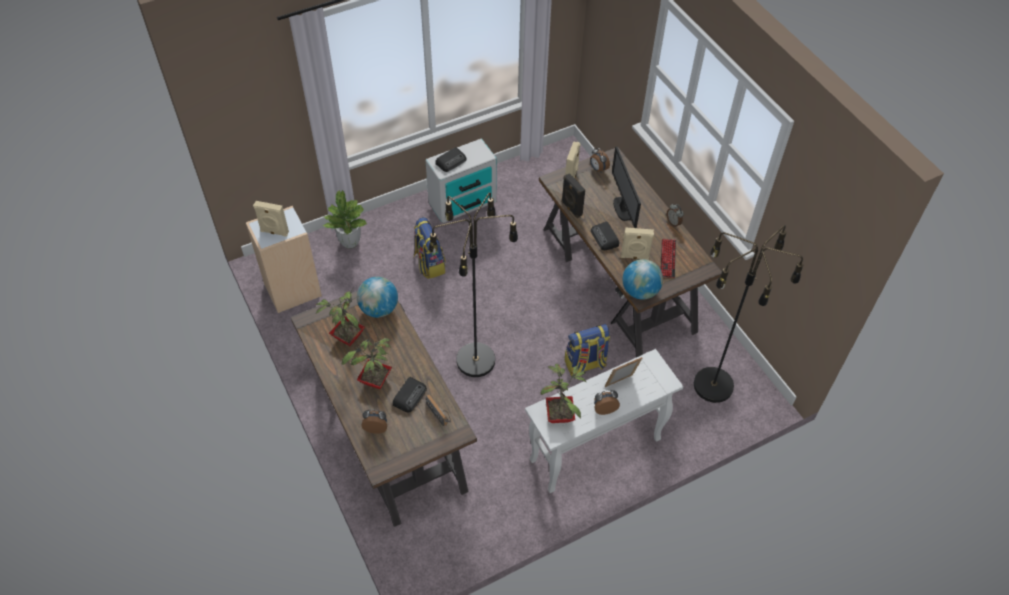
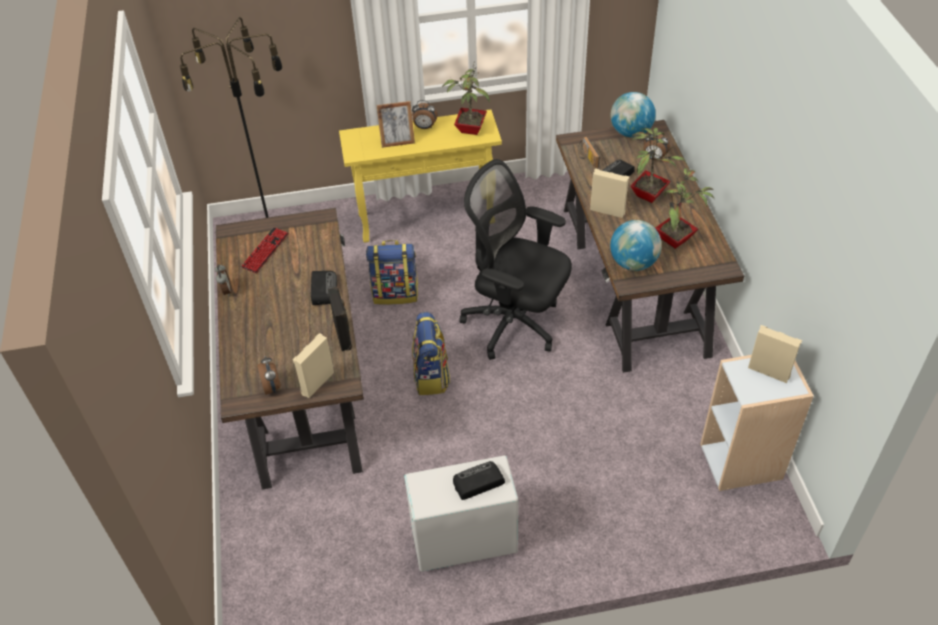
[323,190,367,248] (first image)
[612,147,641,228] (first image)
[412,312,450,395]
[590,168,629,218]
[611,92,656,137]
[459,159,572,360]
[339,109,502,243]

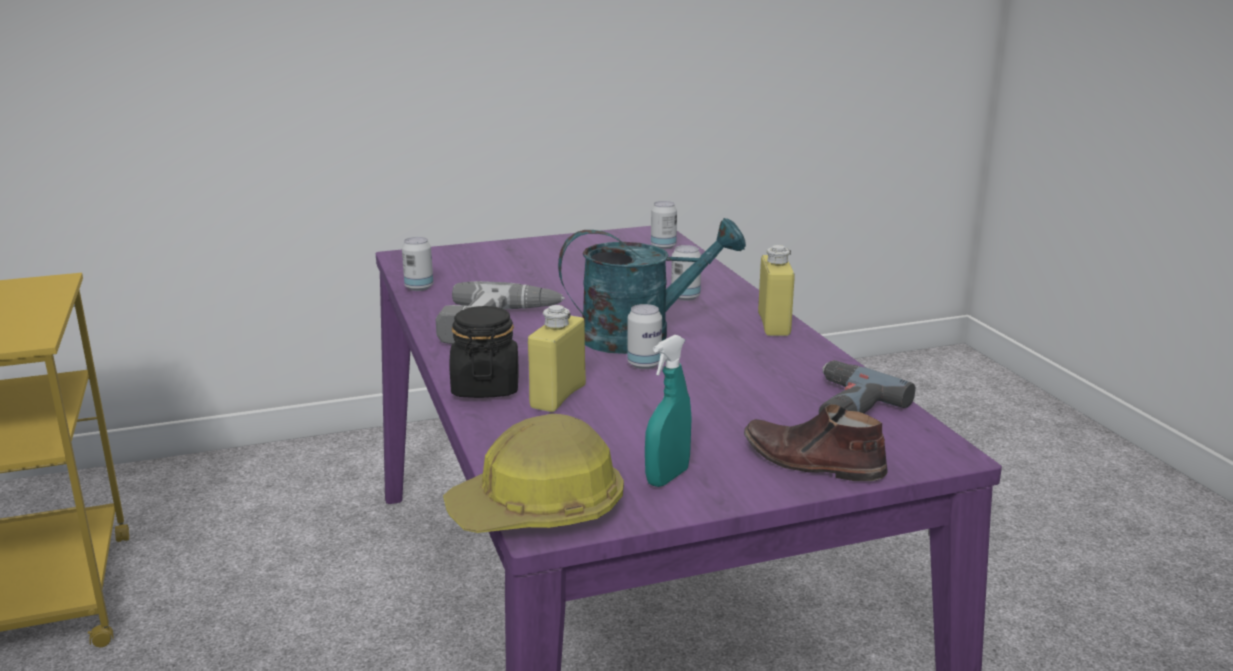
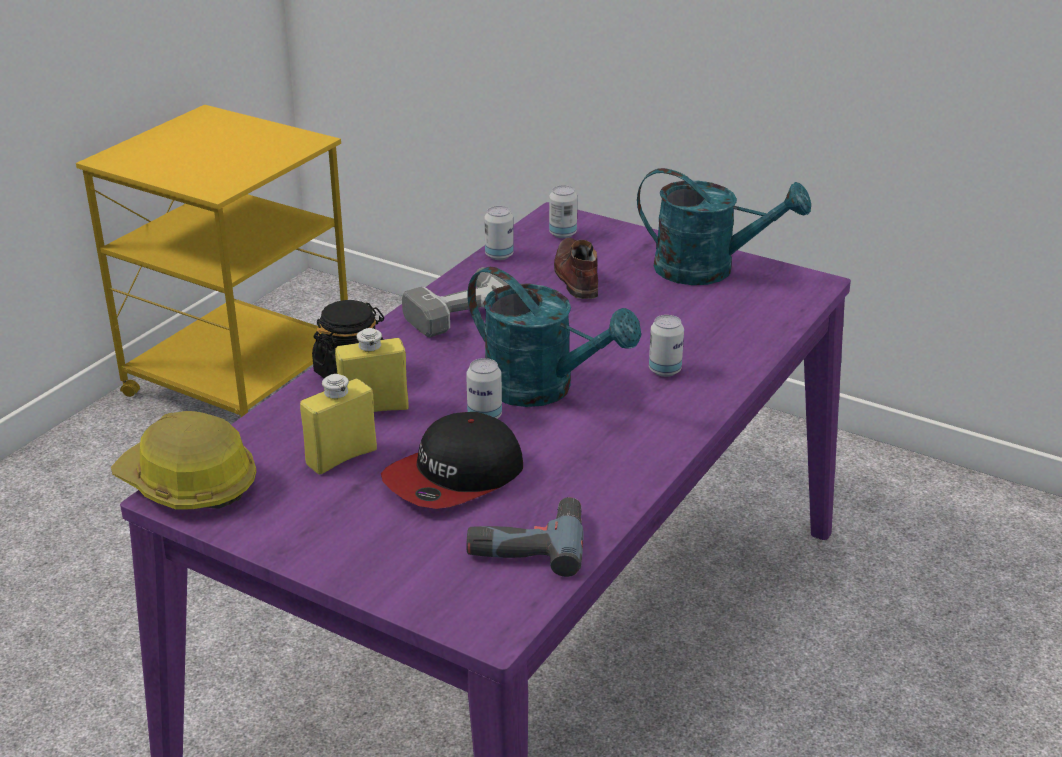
[645,335,692,487] (first image)
[381,412,523,509]
[637,168,811,285]
[549,185,577,238]
[554,238,598,299]
[300,374,377,475]

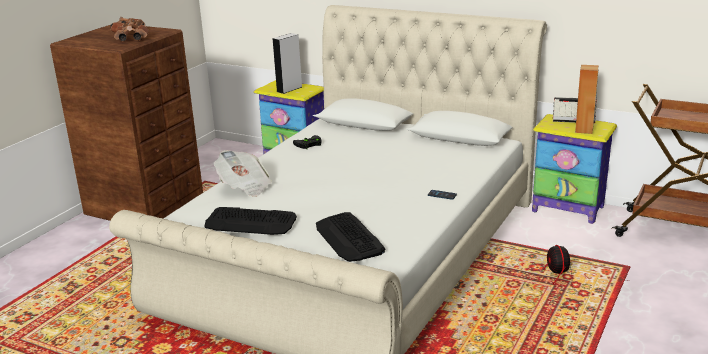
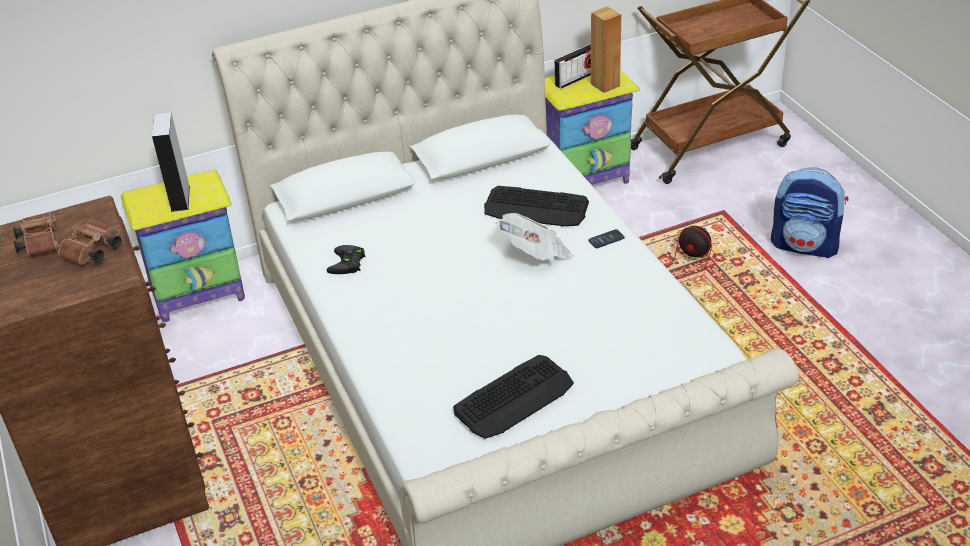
[771,168,848,258]
[496,213,574,261]
[484,186,589,226]

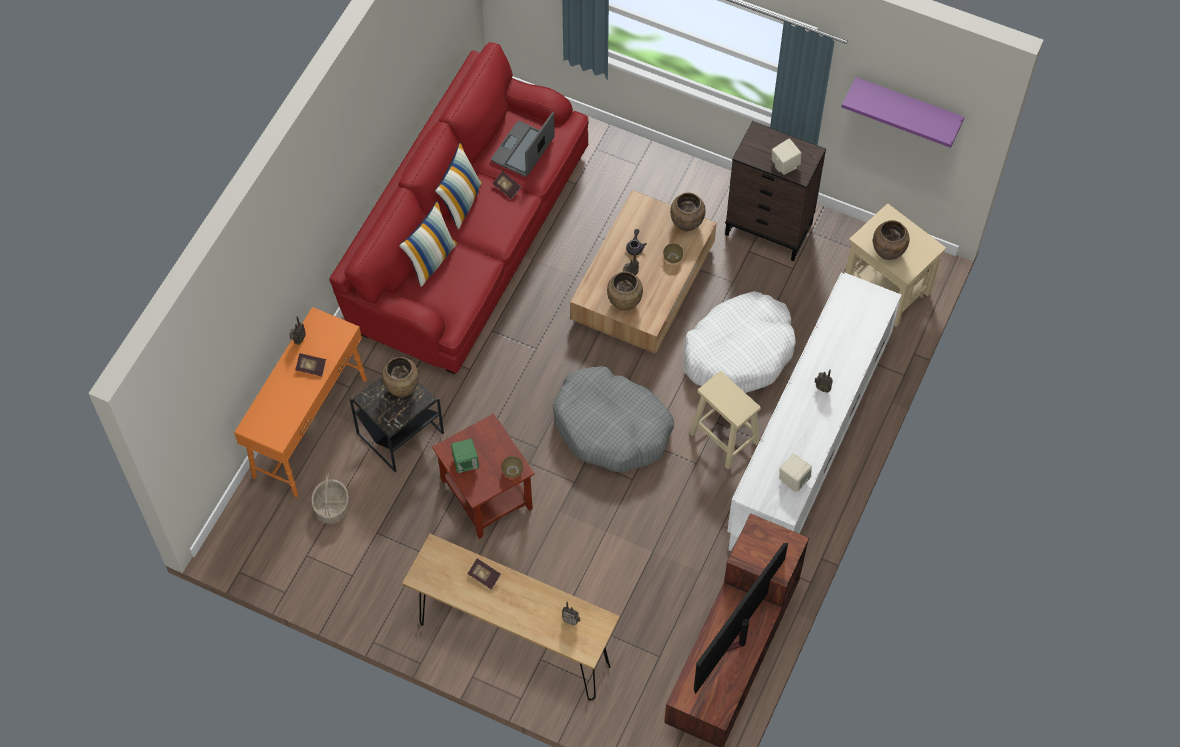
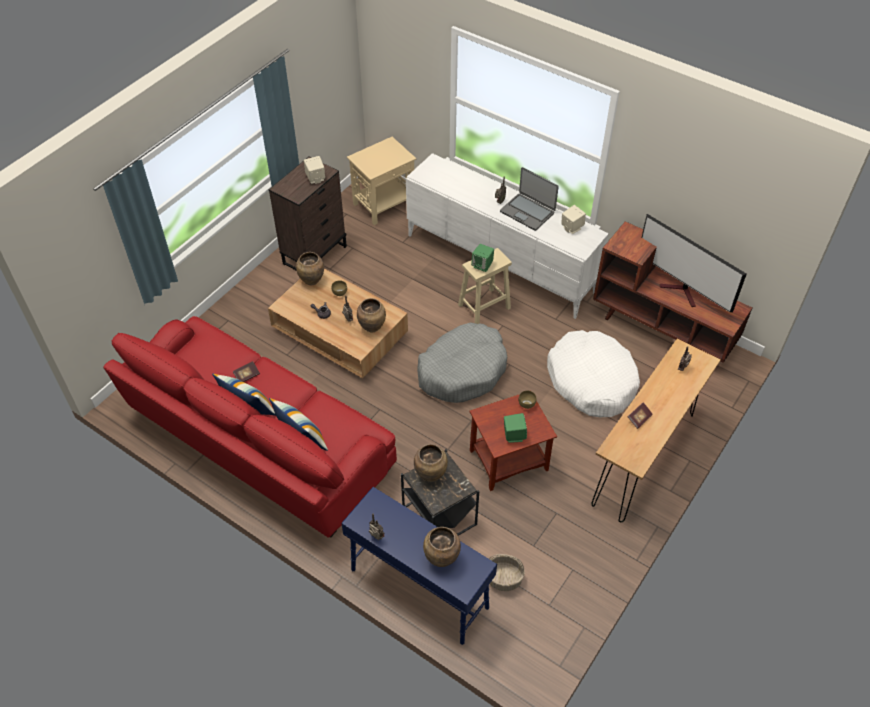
[295,353,326,376] (first image)
[841,77,965,148] (first image)
[471,244,494,272]
[500,167,559,231]
[547,330,640,417]
[423,527,461,567]
[341,487,497,645]

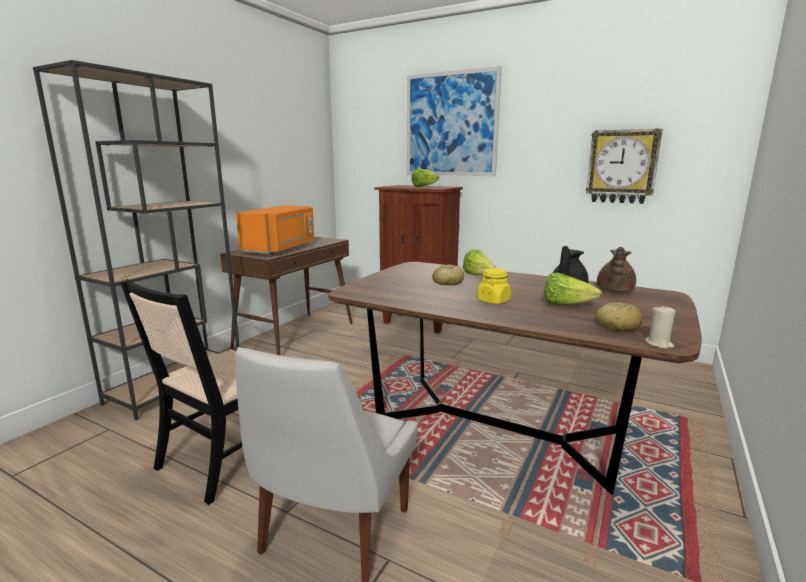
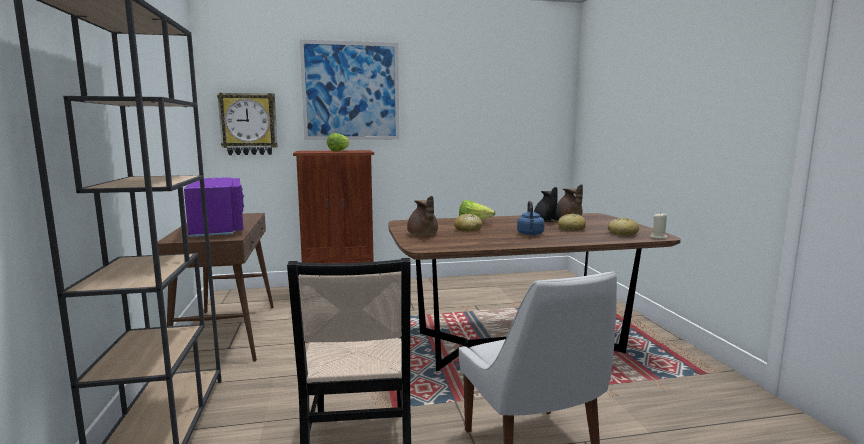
[407,196,438,236]
[217,93,278,155]
[517,201,545,235]
[558,214,586,231]
[184,177,245,238]

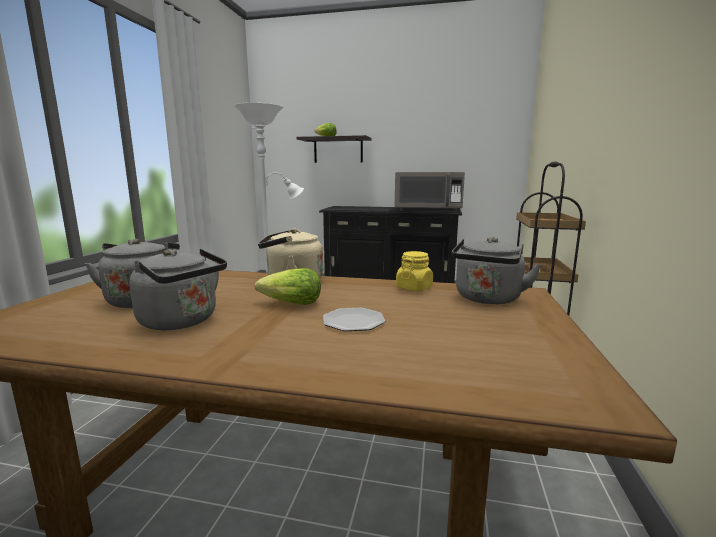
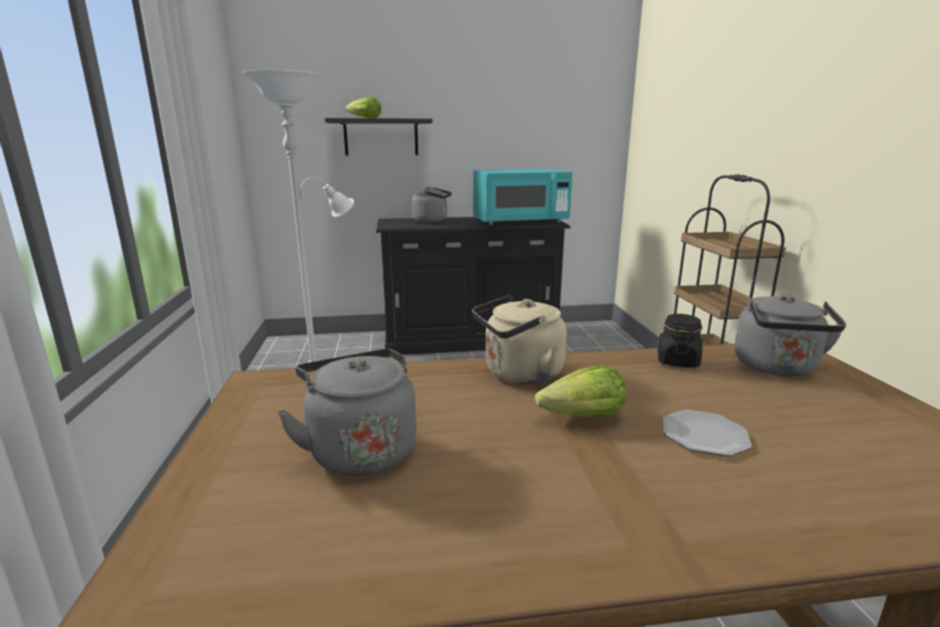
[412,187,452,223]
[473,169,572,225]
[658,314,703,368]

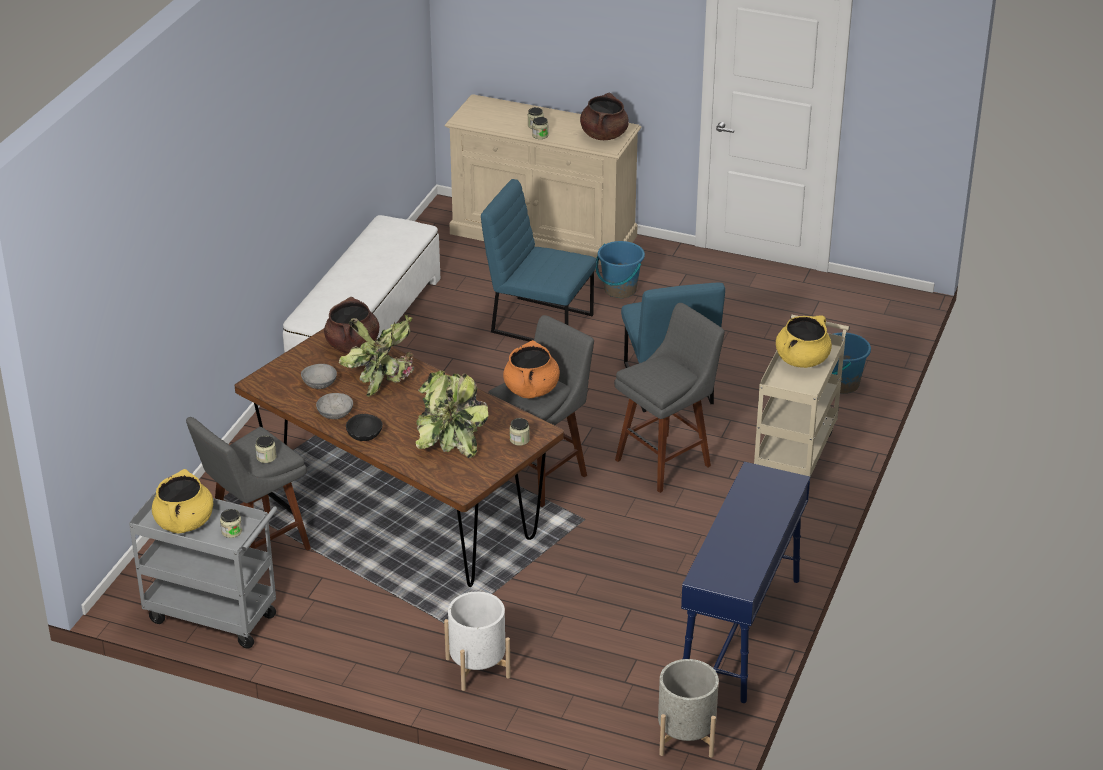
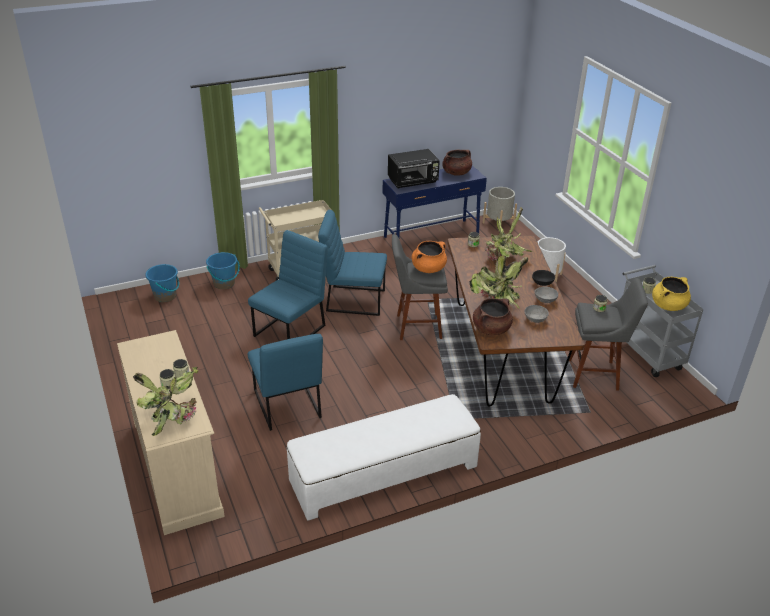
[776,315,832,368] (first image)
[133,367,198,436]
[388,149,440,188]
[442,150,472,176]
[145,264,179,302]
[318,210,387,316]

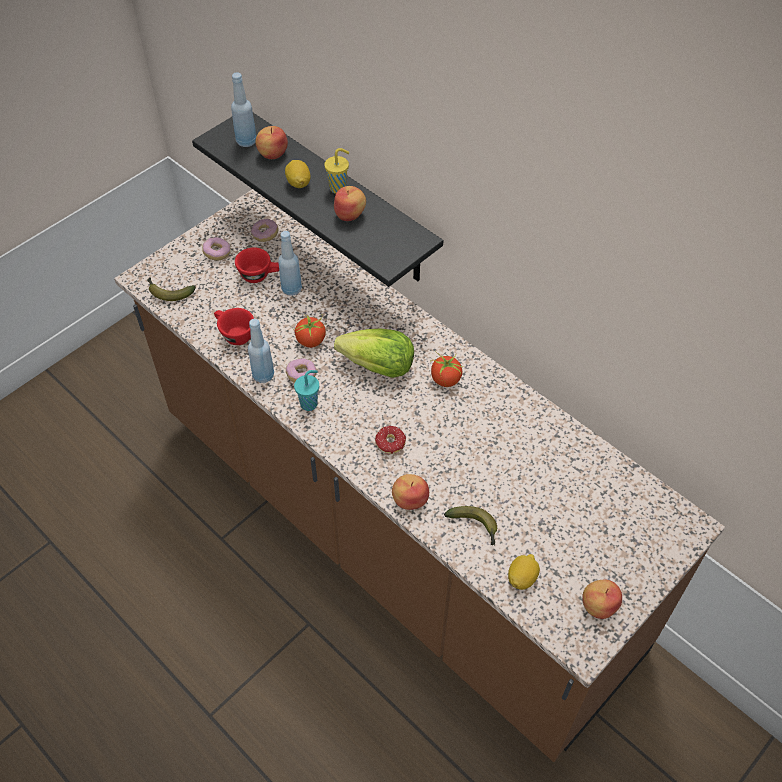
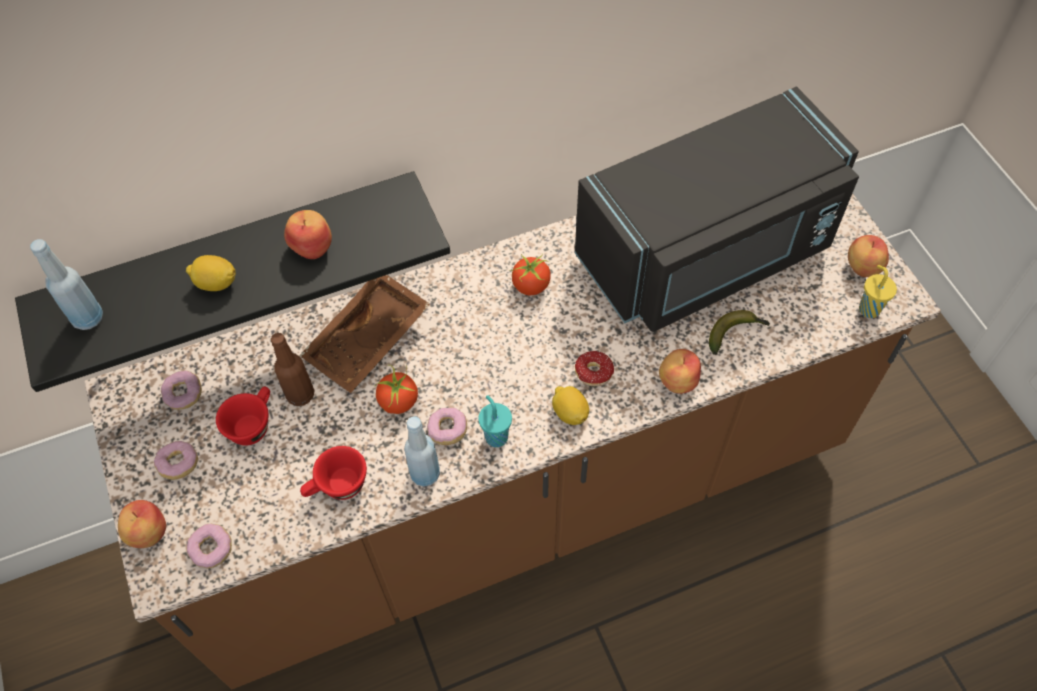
[334,328,414,378] (first image)
[300,275,430,393]
[575,87,859,332]
[118,500,166,548]
[859,265,897,318]
[552,386,589,425]
[187,524,232,569]
[271,333,315,406]

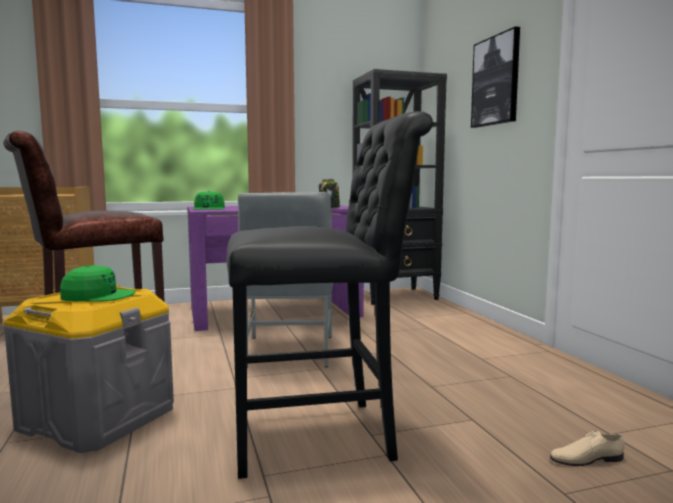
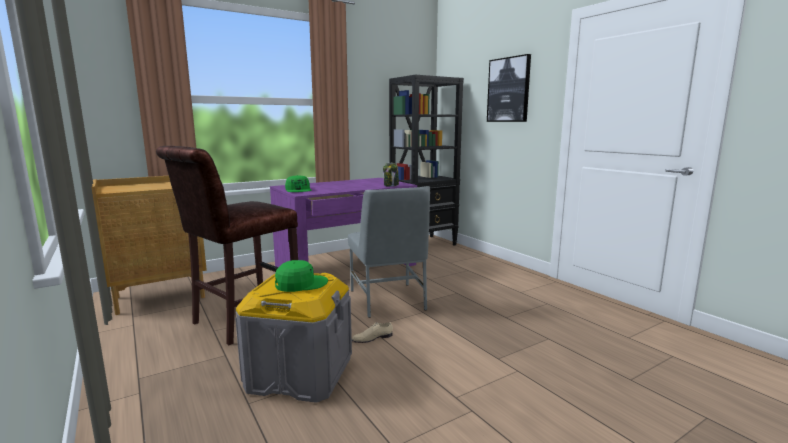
[227,111,433,479] (first image)
[352,322,393,343]

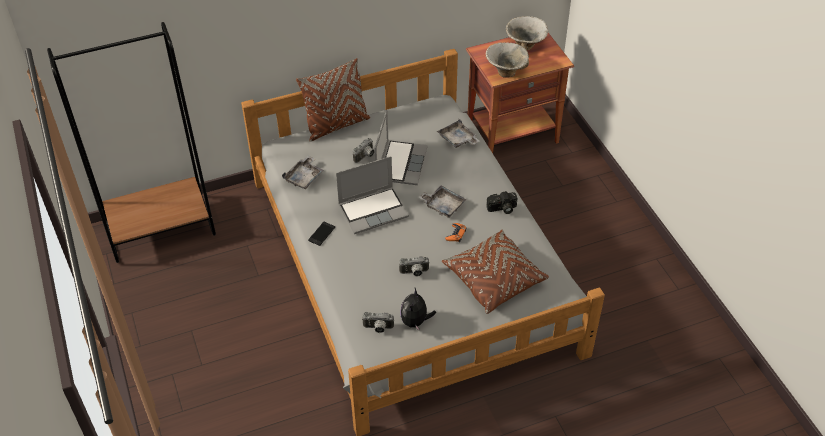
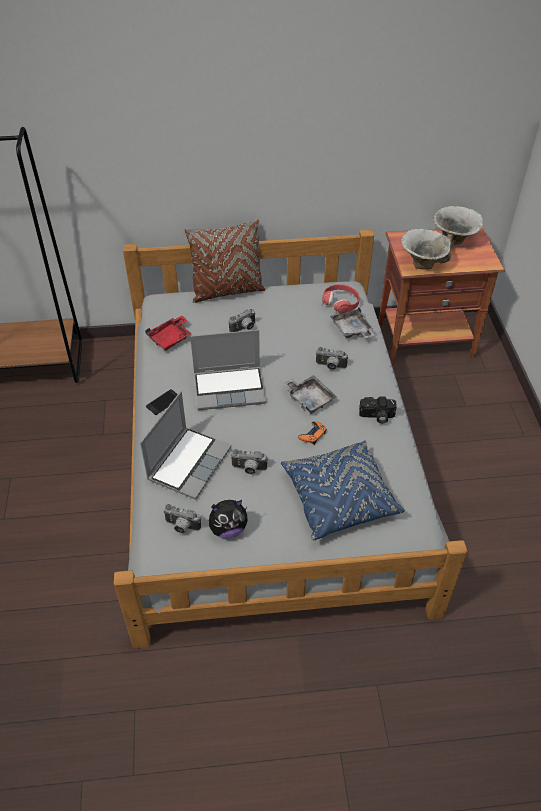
[316,347,348,370]
[322,284,360,314]
[140,391,232,500]
[145,316,192,350]
[281,440,405,540]
[209,500,248,538]

